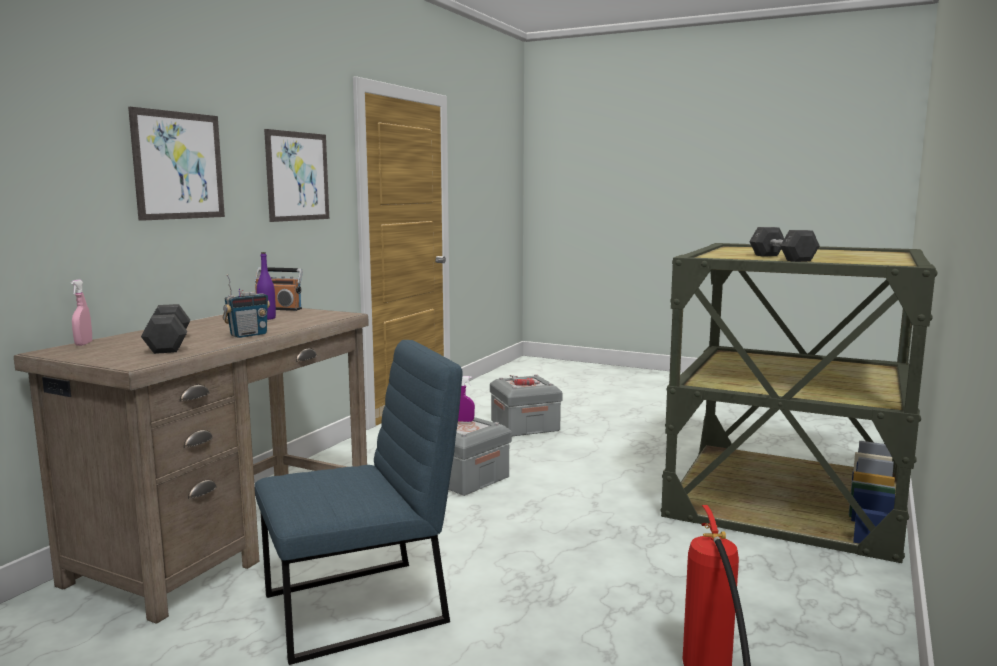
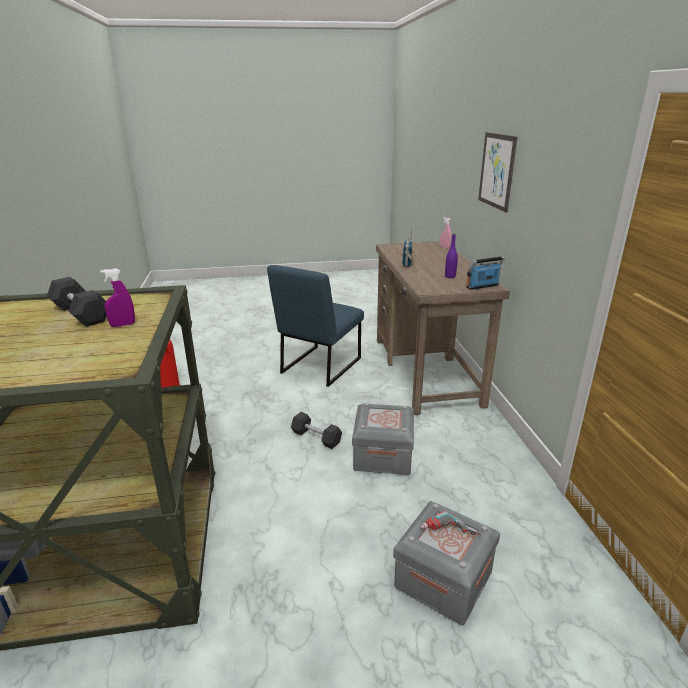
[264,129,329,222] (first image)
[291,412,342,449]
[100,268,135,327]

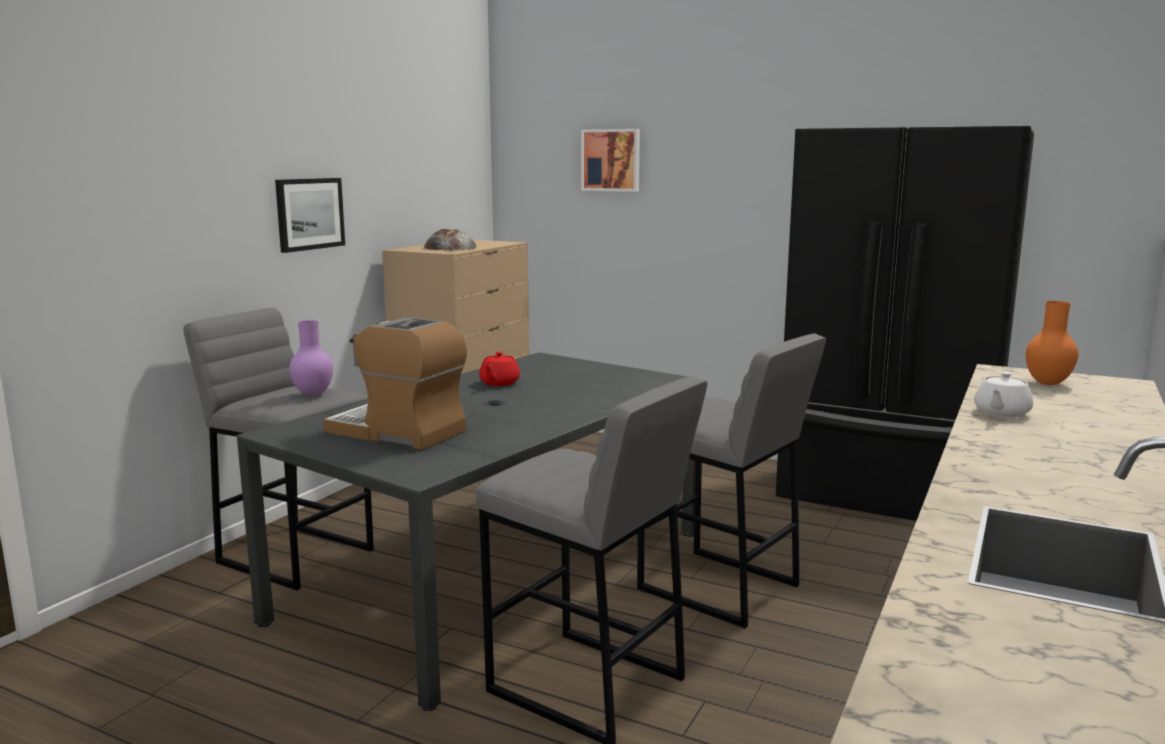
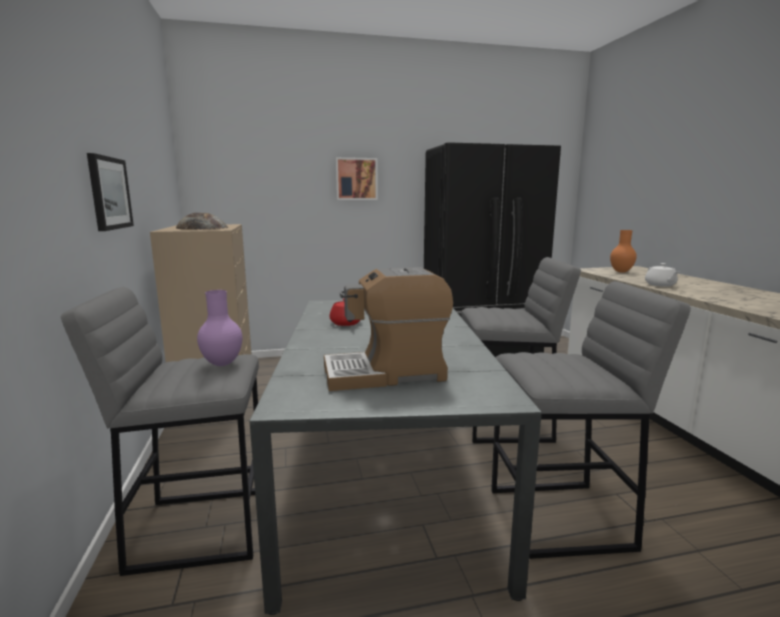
[335,157,378,200]

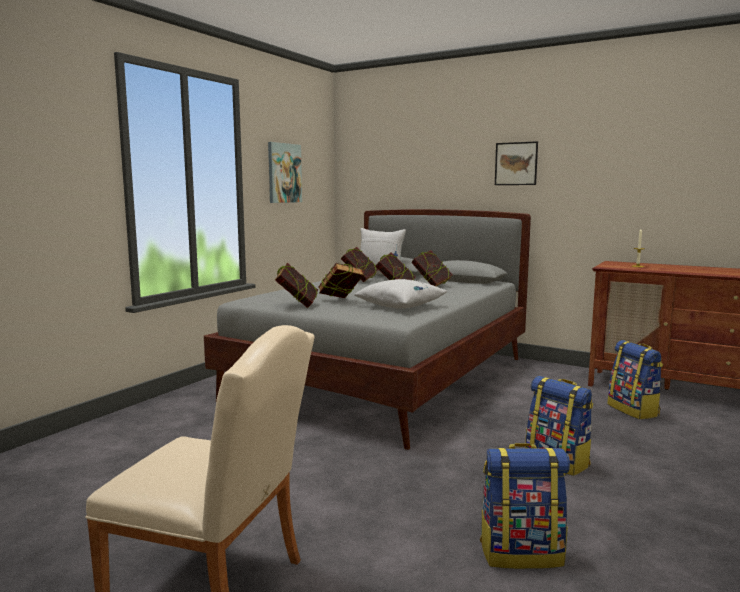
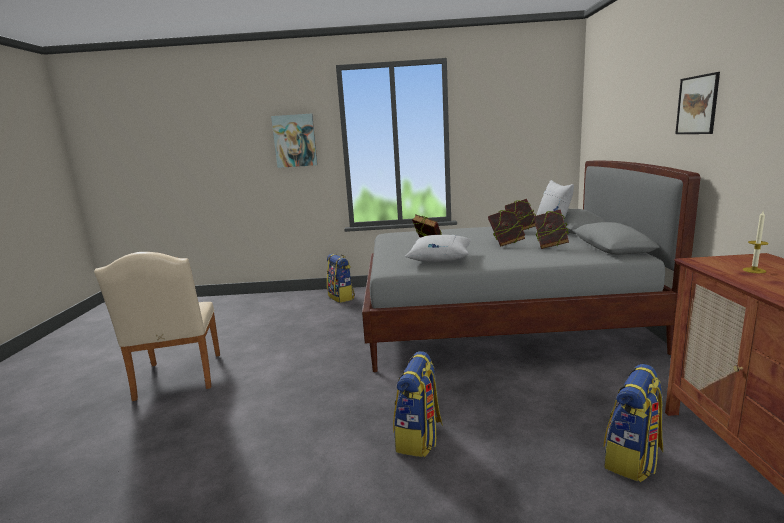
[275,263,318,308] (first image)
[271,114,318,168]
[327,254,355,303]

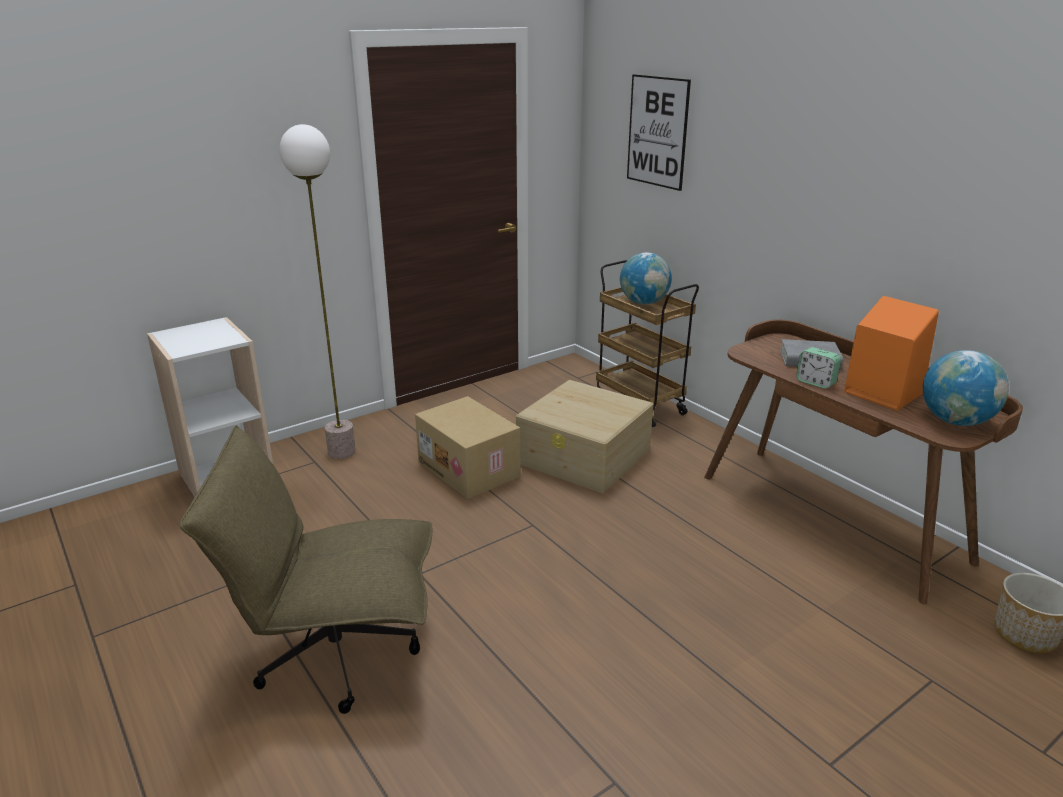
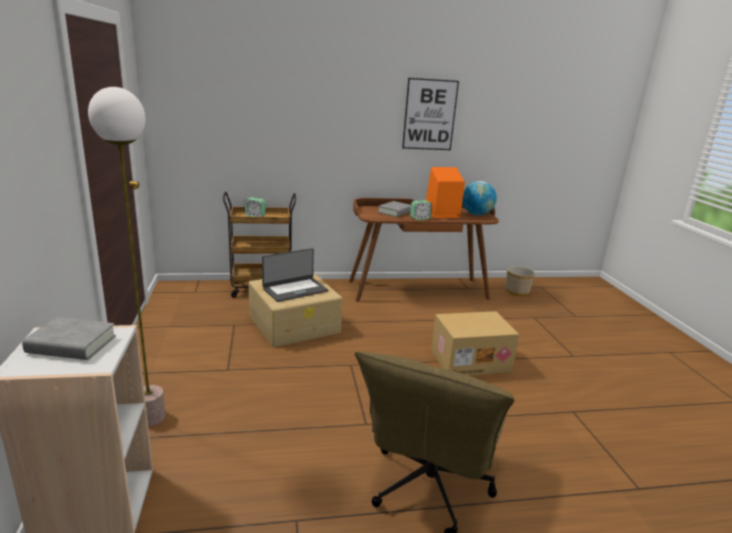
[22,317,116,360]
[262,248,328,302]
[431,311,519,376]
[402,78,459,150]
[245,197,266,217]

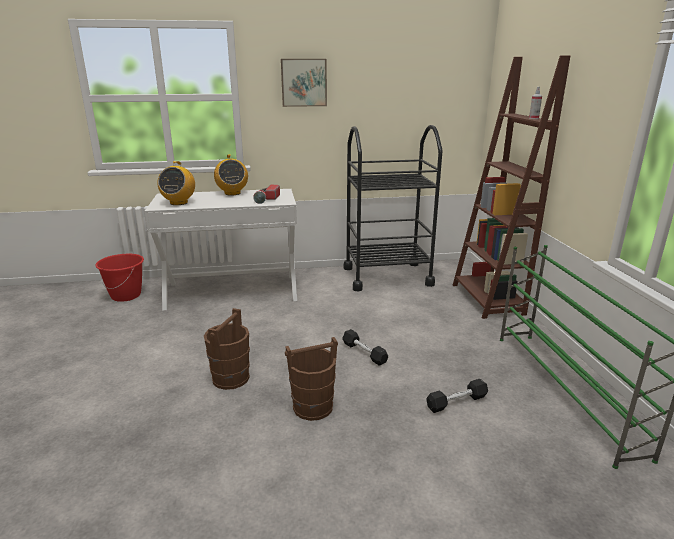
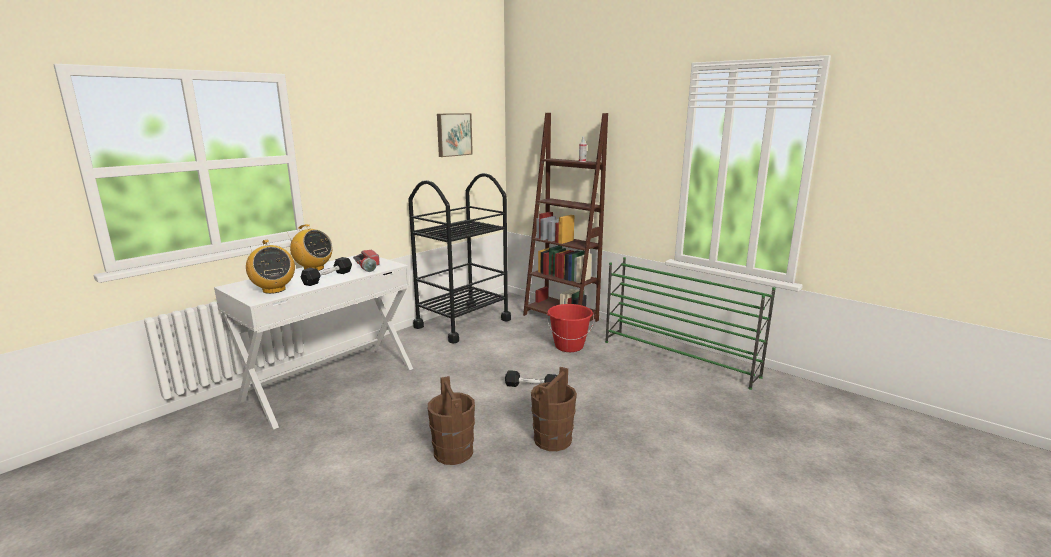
[547,304,594,352]
[437,113,473,157]
[301,257,352,286]

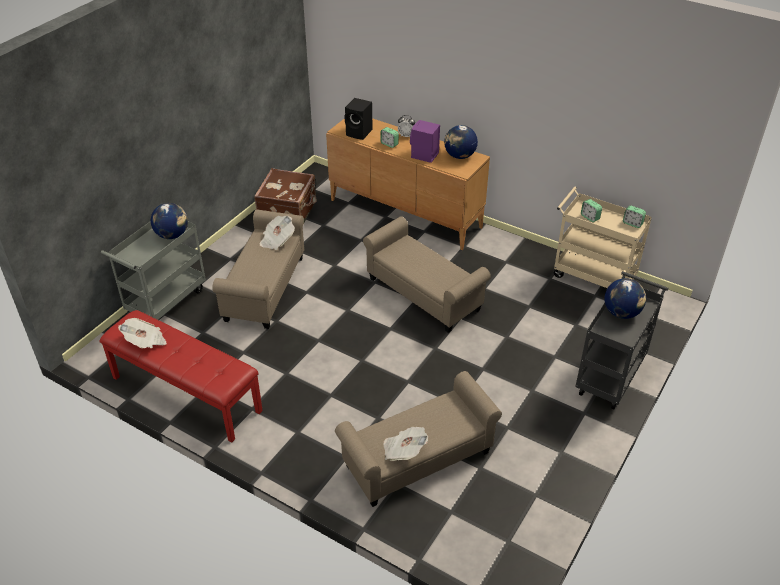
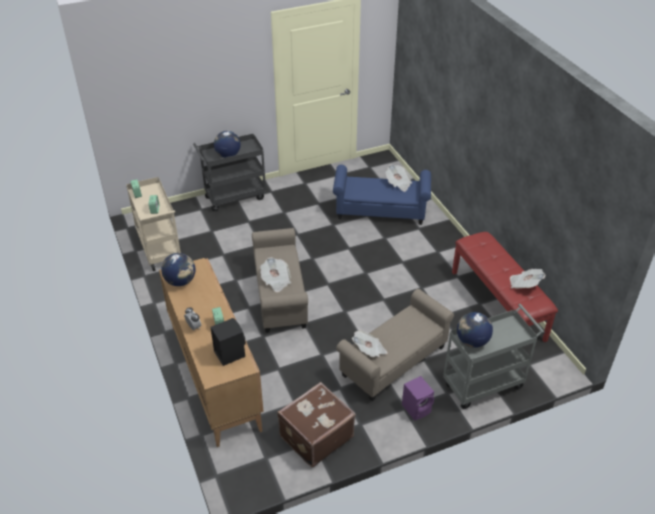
[260,257,291,292]
[402,376,434,421]
[333,165,431,225]

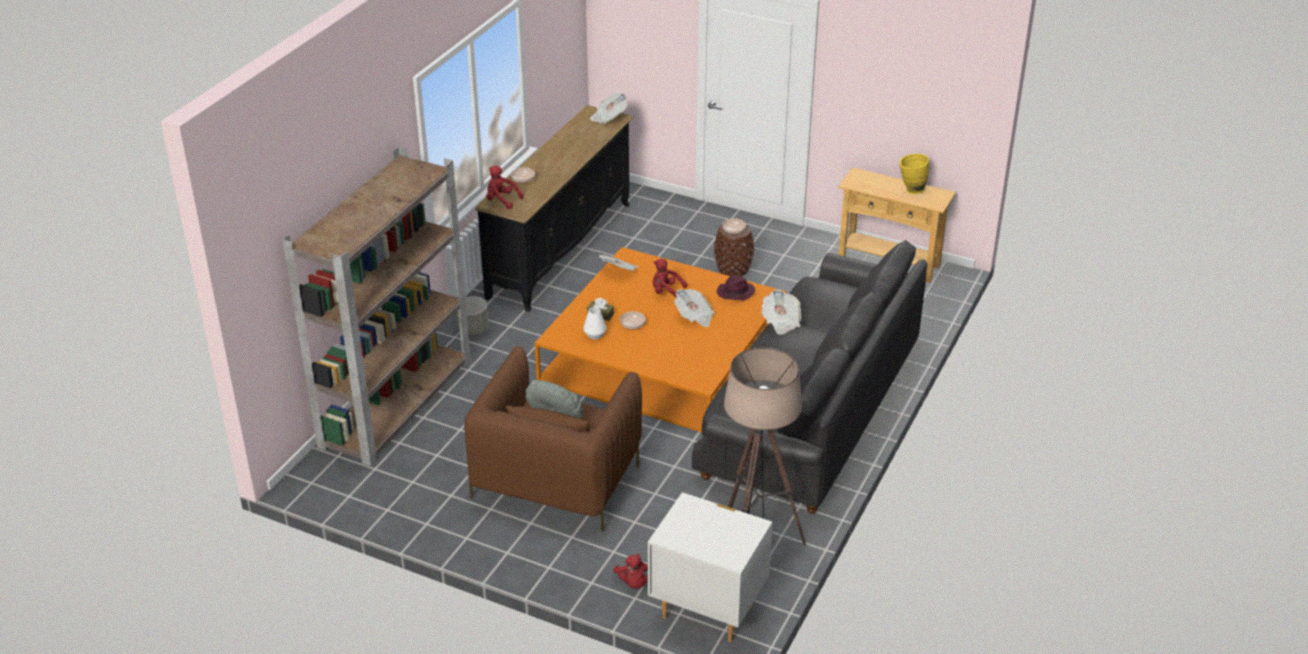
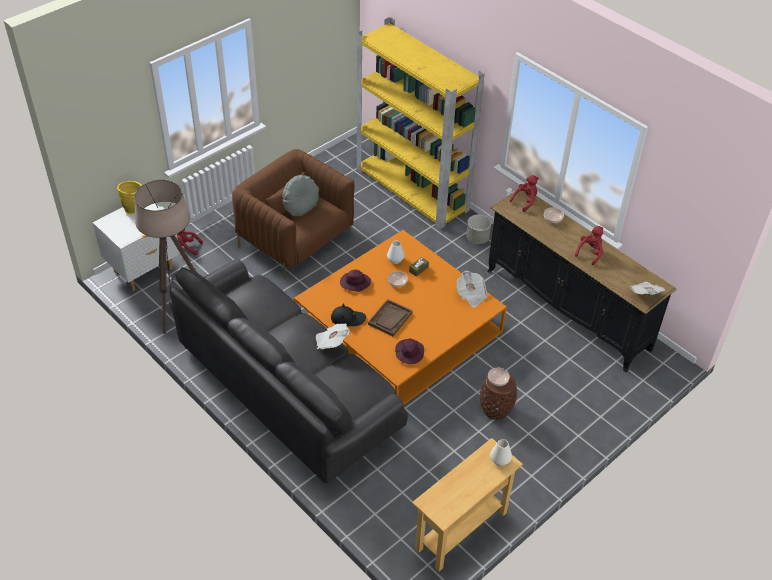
[331,303,366,326]
[340,270,371,292]
[490,439,512,466]
[575,226,603,265]
[117,181,142,214]
[368,299,413,336]
[357,17,484,230]

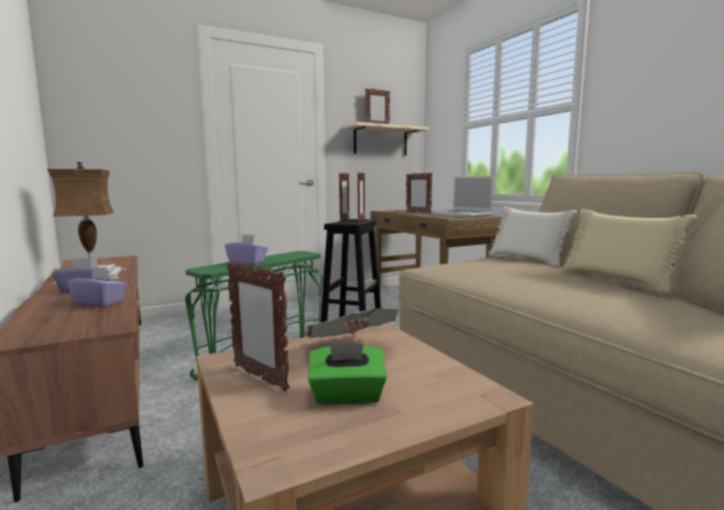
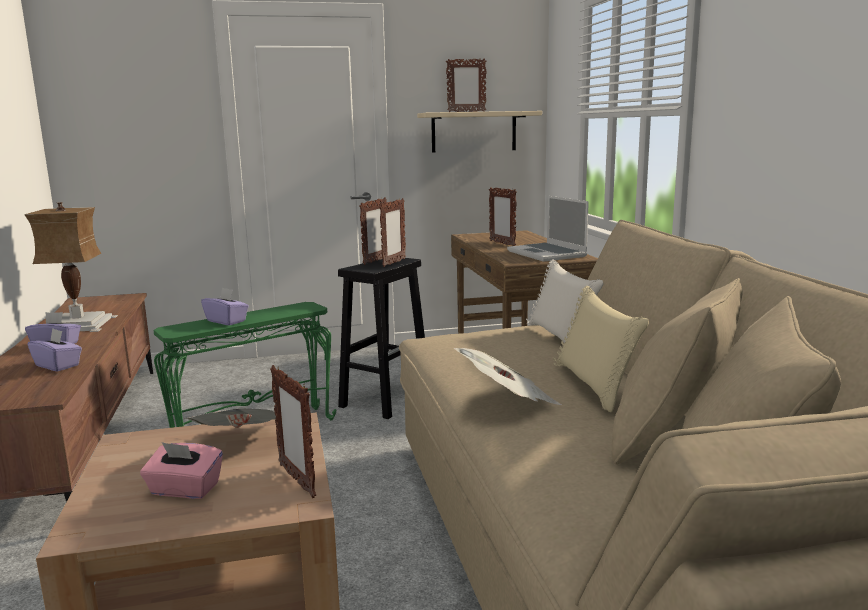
[454,348,562,405]
[270,365,316,498]
[140,442,223,499]

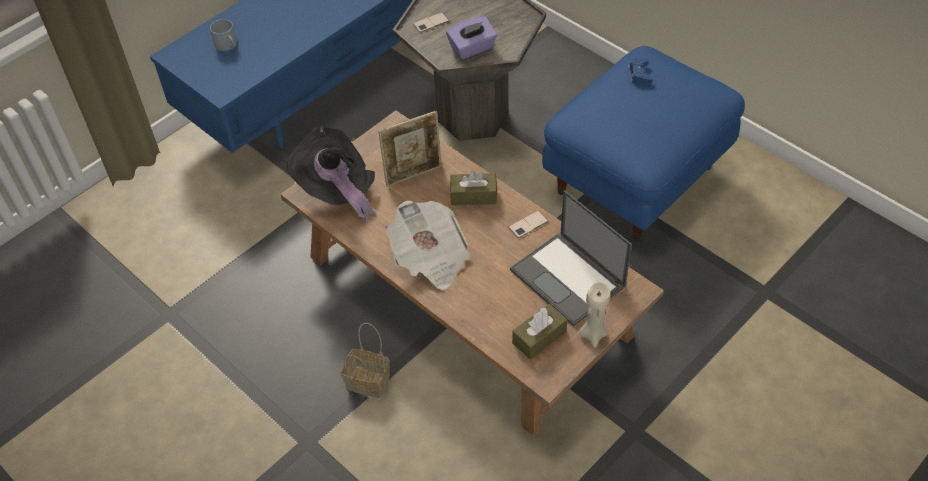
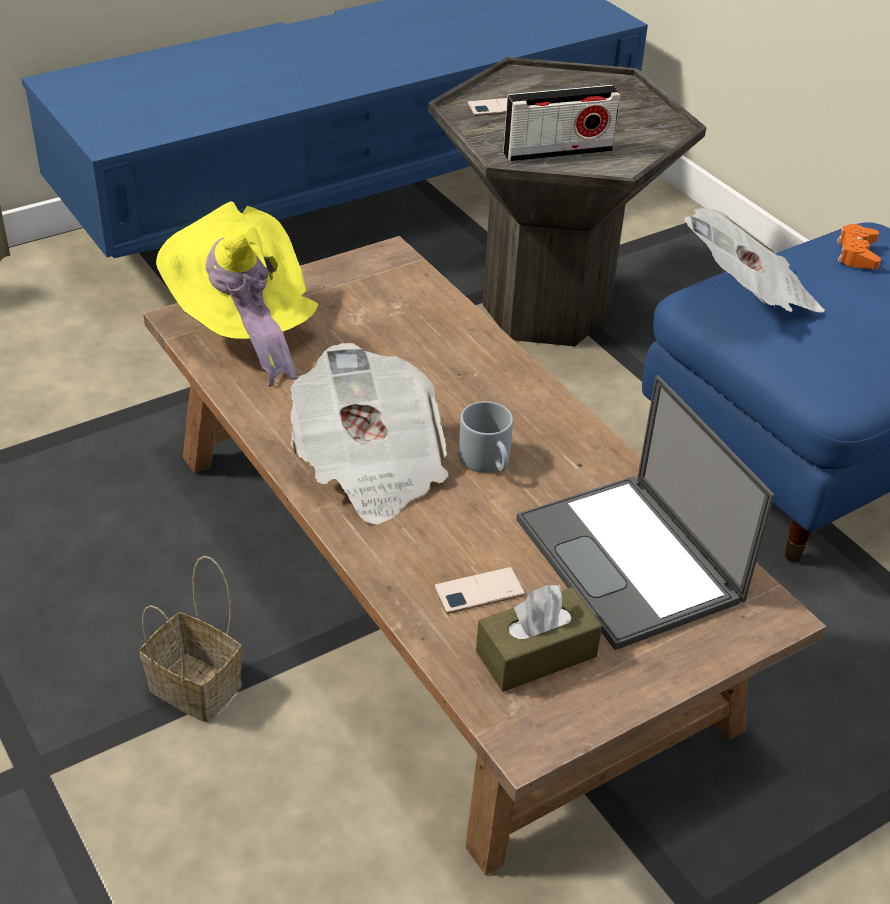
[378,111,442,187] (first image)
[450,171,497,205] (first image)
[579,282,611,347] (first image)
[683,208,825,313]
[458,401,513,473]
[434,567,526,614]
[503,85,620,162]
[156,202,318,387]
[837,224,881,269]

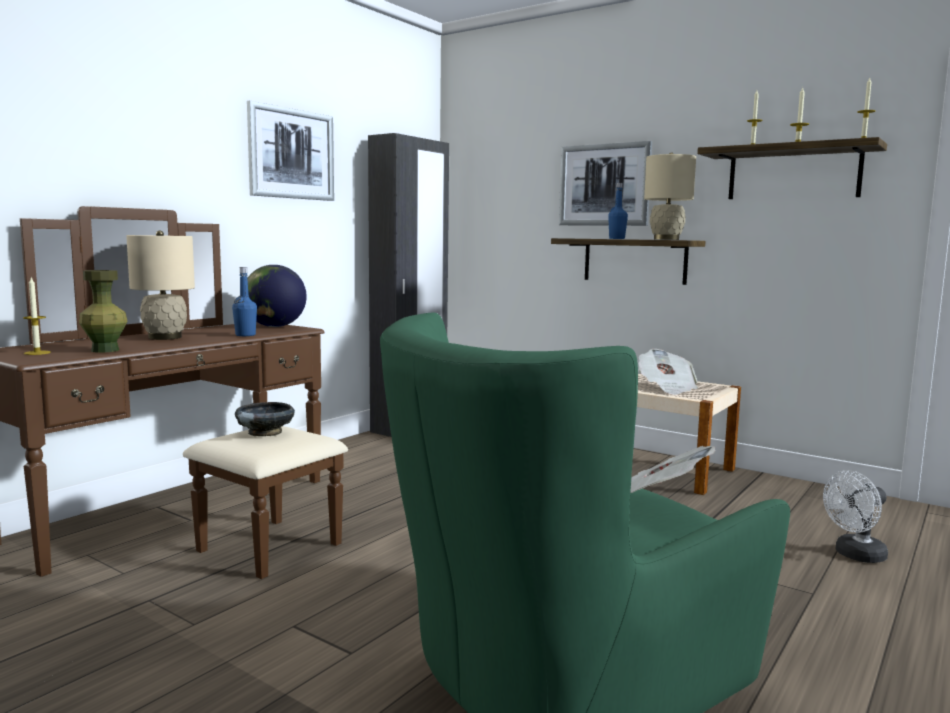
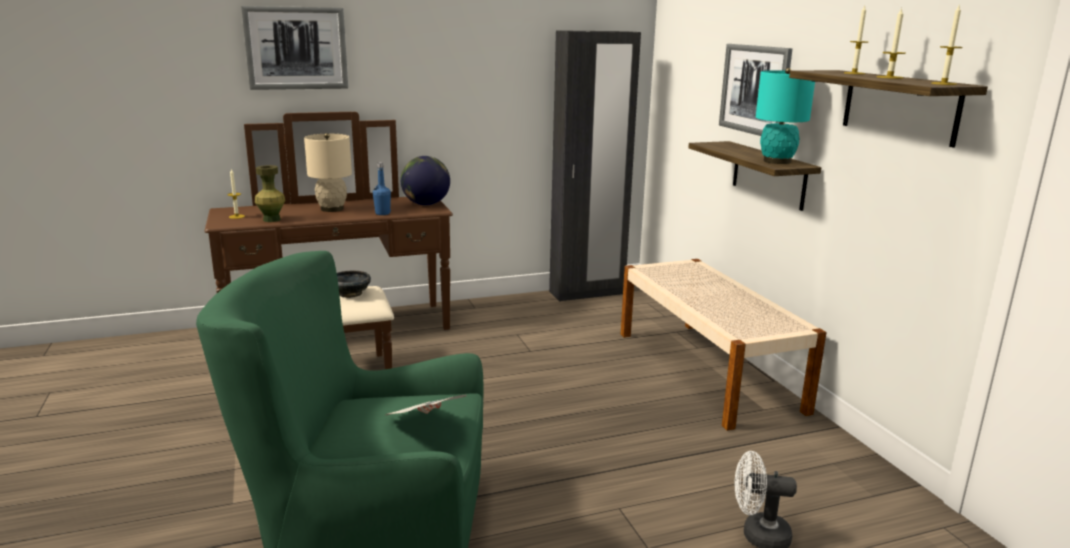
[608,183,628,239] (first image)
[638,349,698,395] (first image)
[241,6,348,90]
[756,68,815,164]

